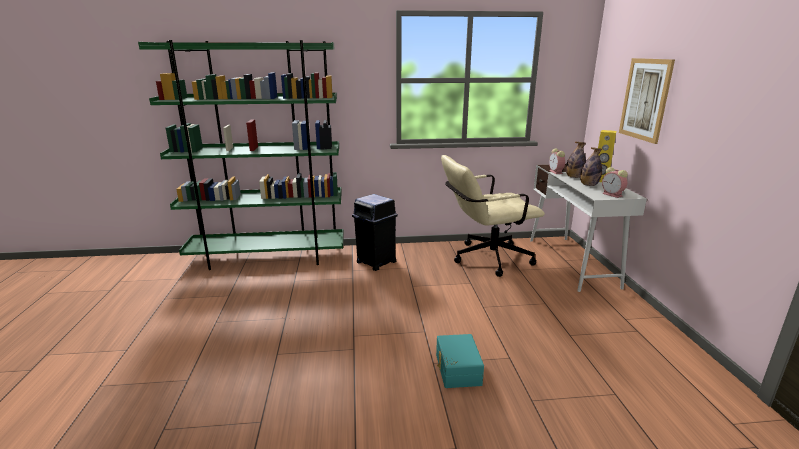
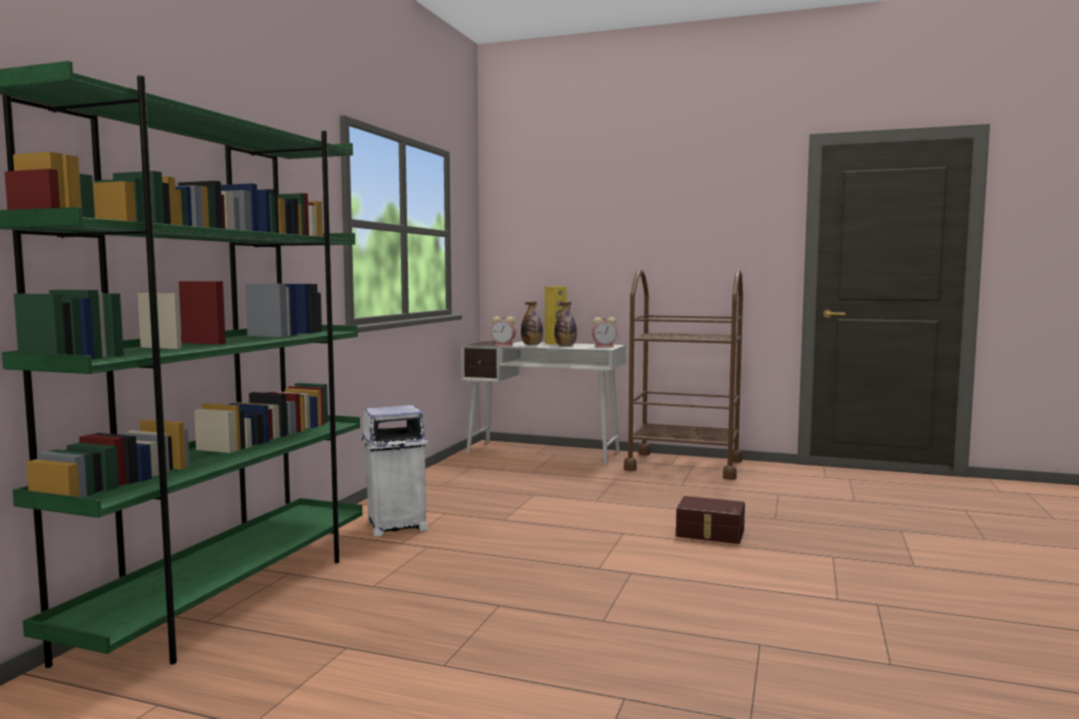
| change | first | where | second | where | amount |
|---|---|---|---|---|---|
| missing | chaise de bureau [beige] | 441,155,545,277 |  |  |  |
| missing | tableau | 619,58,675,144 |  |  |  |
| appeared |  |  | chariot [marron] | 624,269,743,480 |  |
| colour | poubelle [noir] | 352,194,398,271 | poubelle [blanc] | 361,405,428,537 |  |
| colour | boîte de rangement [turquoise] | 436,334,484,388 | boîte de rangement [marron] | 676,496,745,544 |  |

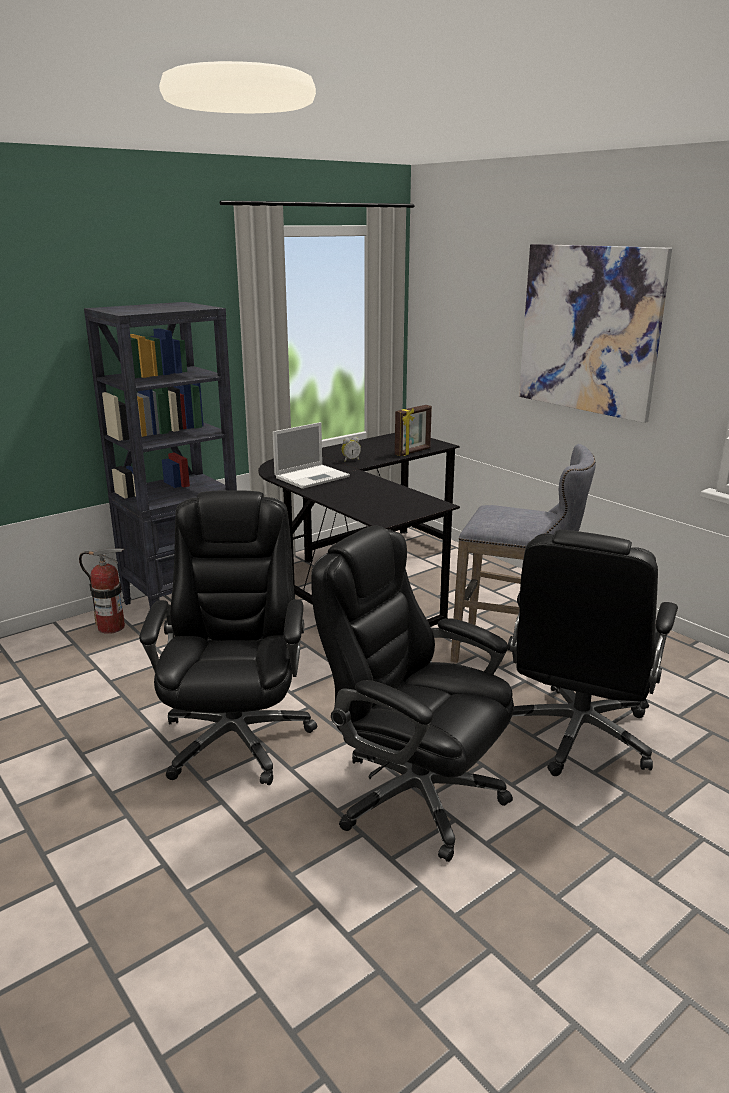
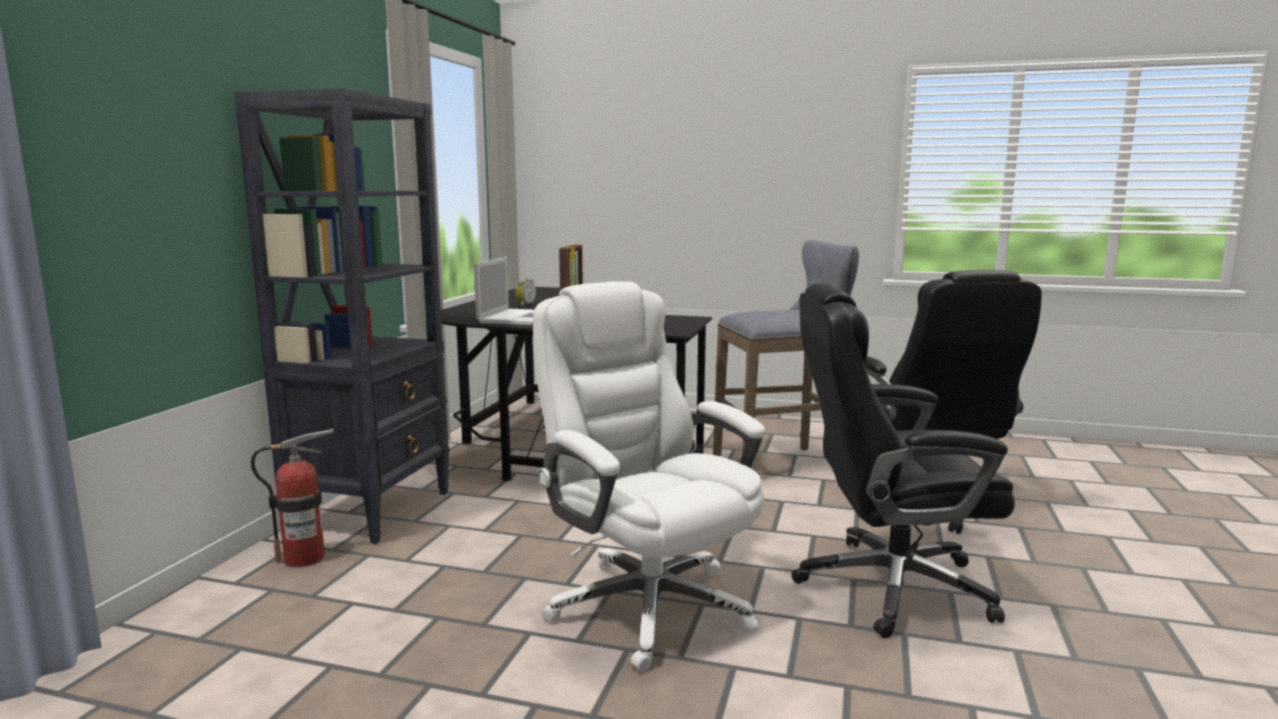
| change | first | where | second | where | amount |
|---|---|---|---|---|---|
| missing | tableau | 519,244,672,423 |  |  |  |
| colour | chaise de bureau [noir] | 139,490,317,785 | chaise de bureau [blanc] | 533,281,765,672 |  |

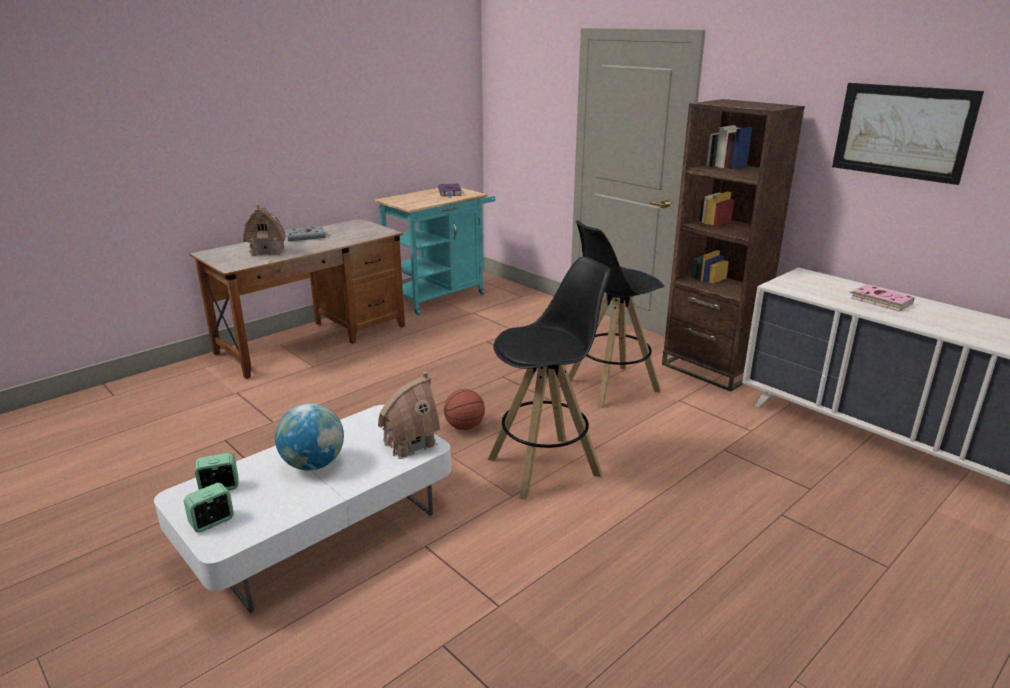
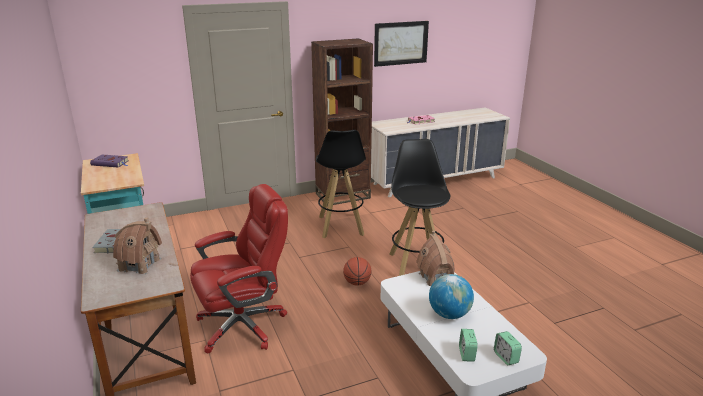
| change | first | where | second | where | amount |
|---|---|---|---|---|---|
| appeared |  |  | chaise de bureau [rouge] | 190,184,288,353 |  |

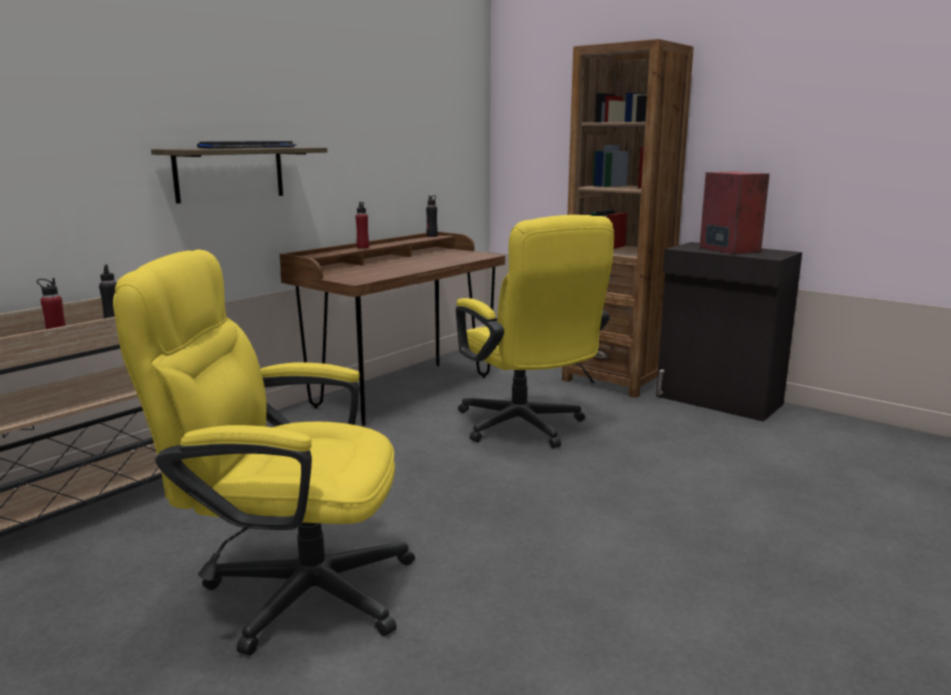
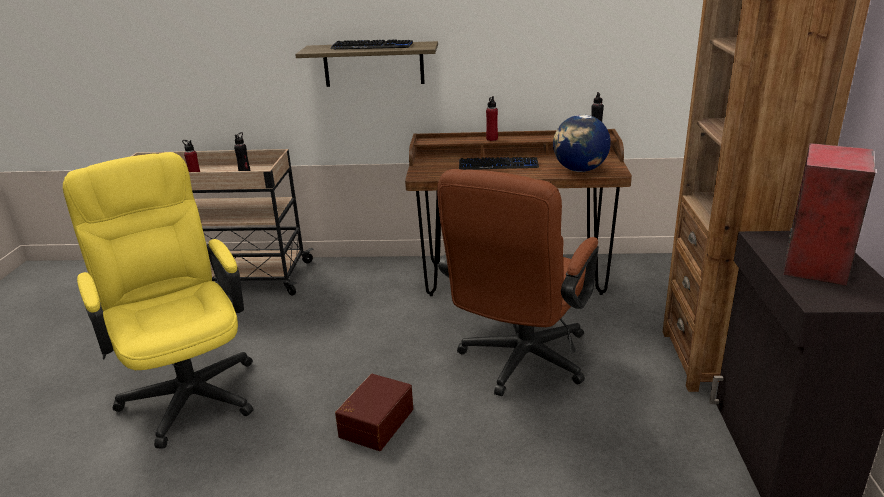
| change | first | where | second | where | amount |
|---|---|---|---|---|---|
| appeared |  |  | boîte de rangement [marron] | 335,374,413,451 |  |
| appeared |  |  | clavier | 459,157,539,170 |  |
| appeared |  |  | globe | 553,115,611,172 |  |
| colour | chaise de bureau [jaune] | 456,215,614,448 | chaise de bureau [marron] | 437,169,599,396 |  |

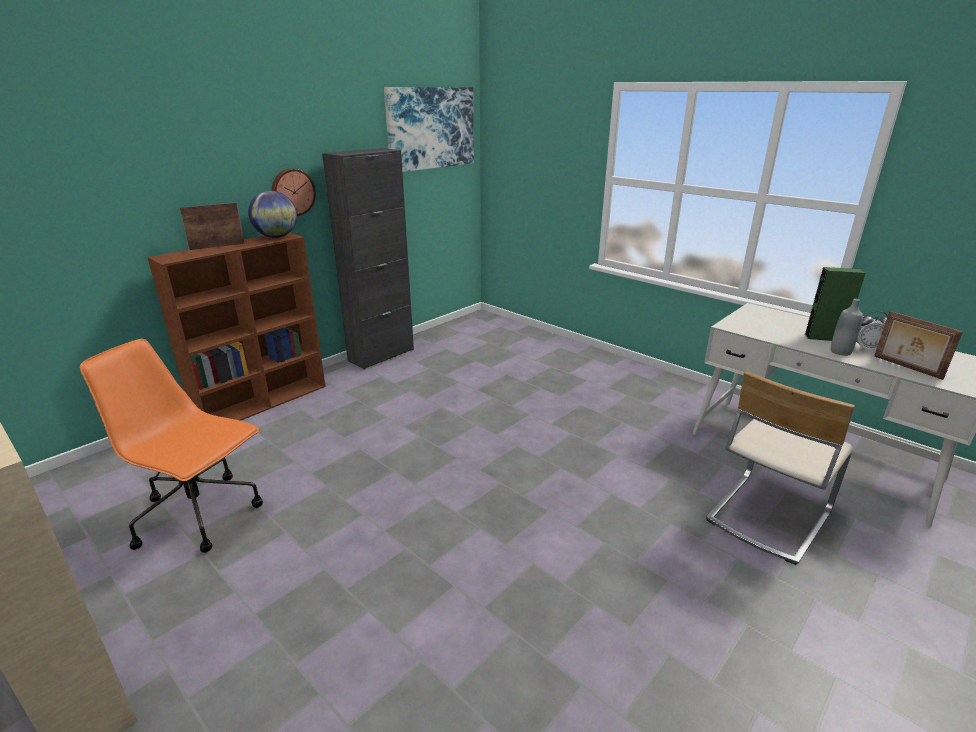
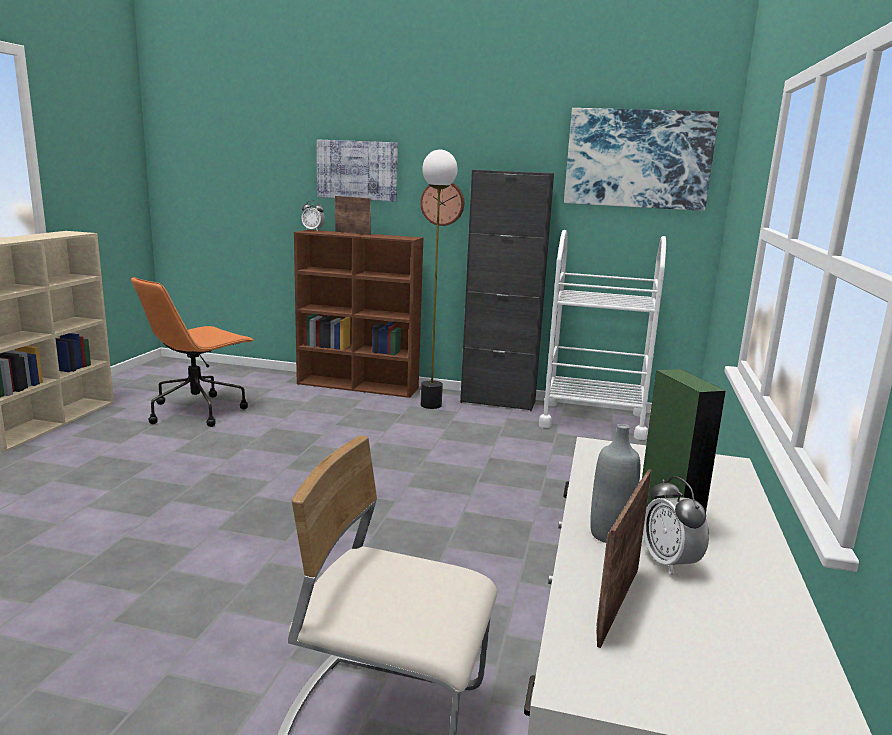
| change | first | where | second | where | amount |
|---|---|---|---|---|---|
| missing | globe | 248,191,297,238 |  |  |  |
| appeared |  |  | réveil | 301,200,325,231 |  |
| appeared |  |  | tableau | 317,139,398,201 |  |
| appeared |  |  | lampadaire | 421,149,458,409 |  |
| appeared |  |  | chariot [blanc] | 539,230,666,440 |  |
| spun | chaise de bureau [orange] | 80,339,263,553 |  | 131,277,254,427 | 135 degrees counterclockwise |

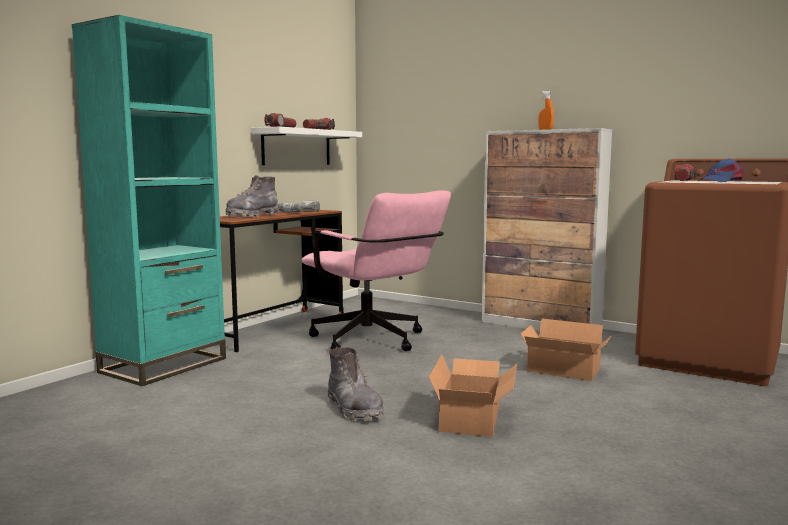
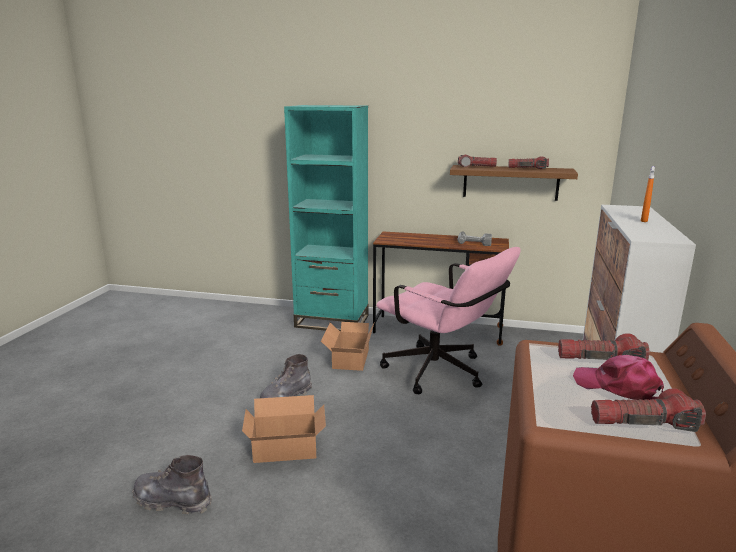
| change | first | where | second | where | amount |
|---|---|---|---|---|---|
| appeared |  |  | lampe de poche | 591,388,706,432 |  |
| relocated | botte [gris] | 225,175,279,217 |  | 132,455,212,514 |  |
| relocated | carton | 520,318,612,381 |  | 321,322,374,371 |  |
| colour | étagère [blanc] | 251,127,362,165 | étagère [marron] | 450,165,578,201 |  |
| colour | casquette [bleu] | 698,159,744,182 | casquette [rose] | 573,355,664,400 |  |
| spun | chaise de bureau [rose] | 301,190,451,351 |  | 376,247,521,394 | 75 degrees counterclockwise |

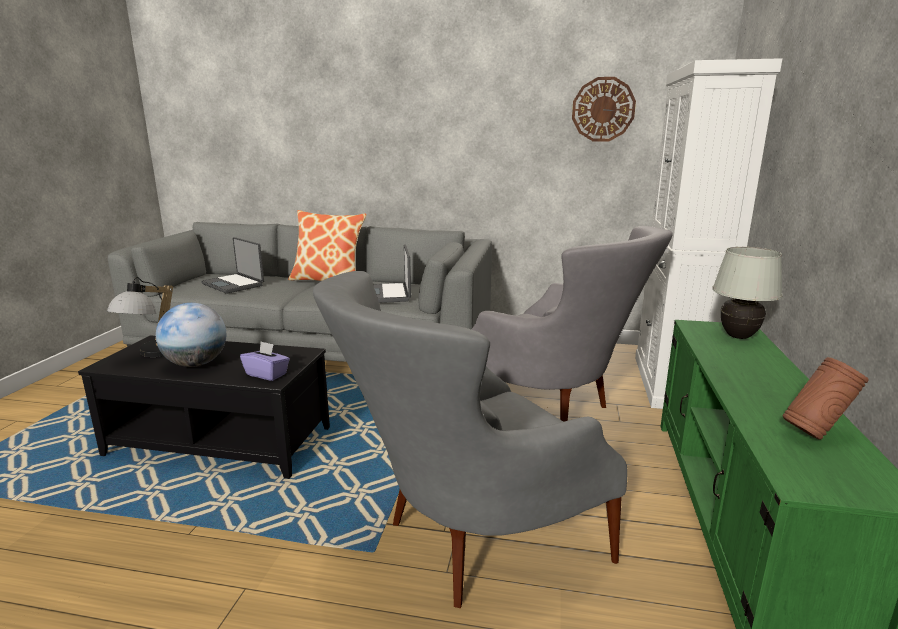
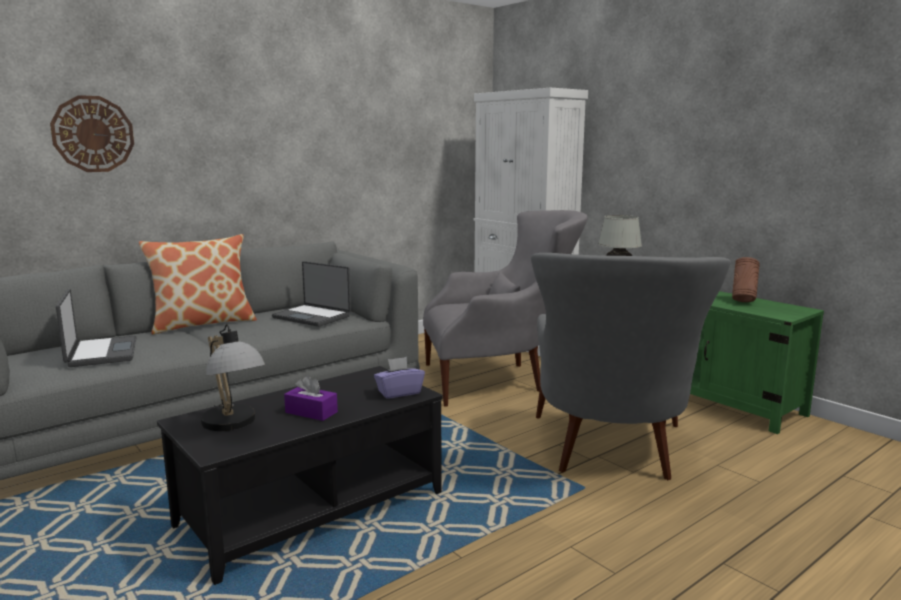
| change | first | where | second | where | amount |
|---|---|---|---|---|---|
| relocated | horloge murale | 572,77,636,141 |  | 50,95,134,172 |  |
| exchanged | globe | 156,303,226,367 | boîte à mouchoirs [violet] | 284,375,338,421 |  |
| spun | ordinateur portable | 201,237,264,294 |  | 56,289,136,367 | 105 degrees counterclockwise |

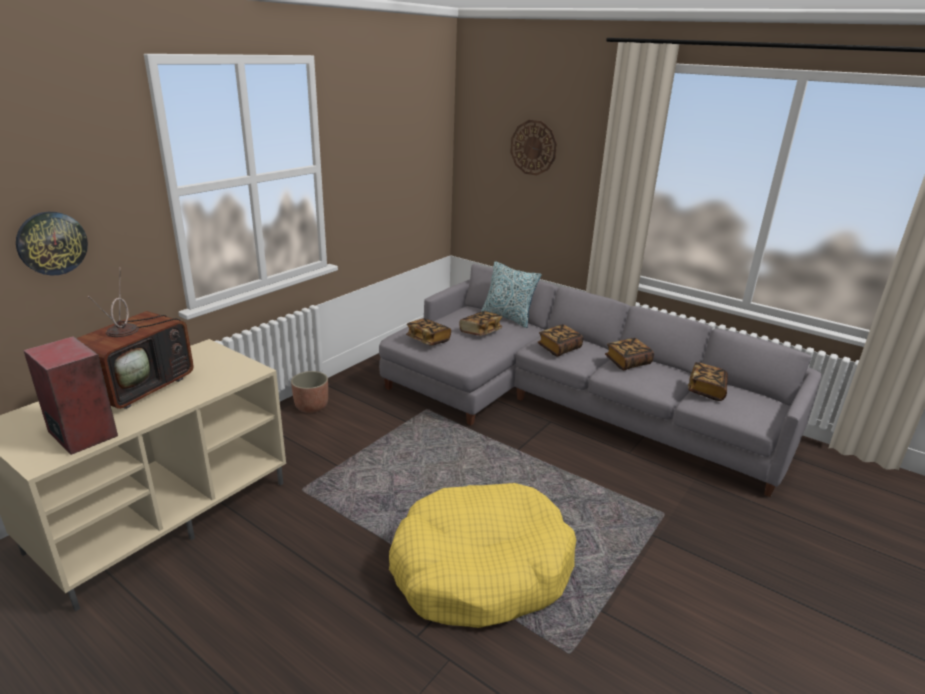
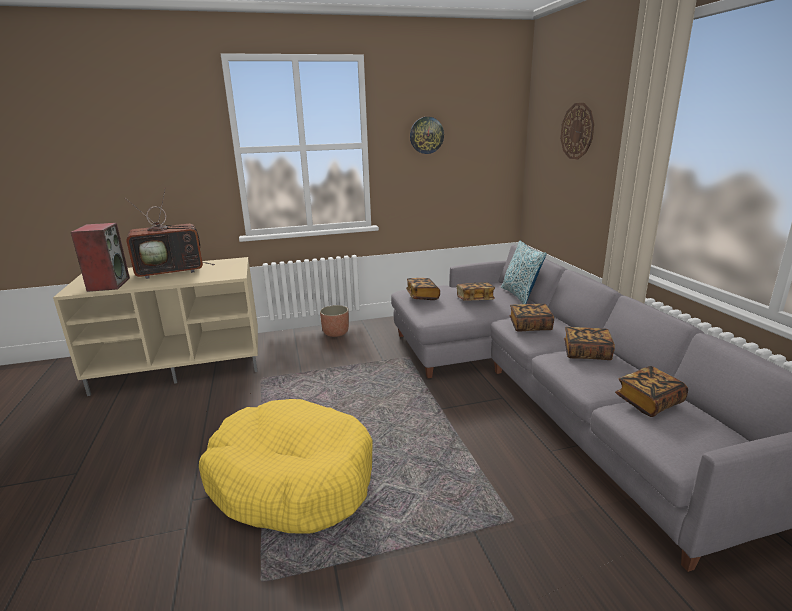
| change | first | where | second | where | amount |
|---|---|---|---|---|---|
| relocated | horloge murale | 16,212,88,276 |  | 410,117,444,154 |  |

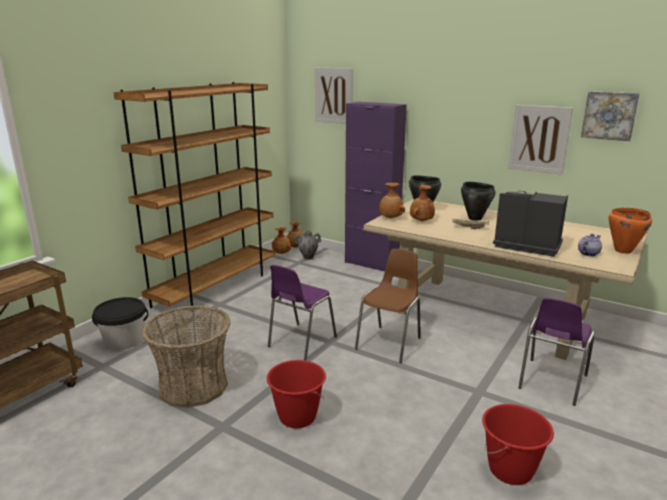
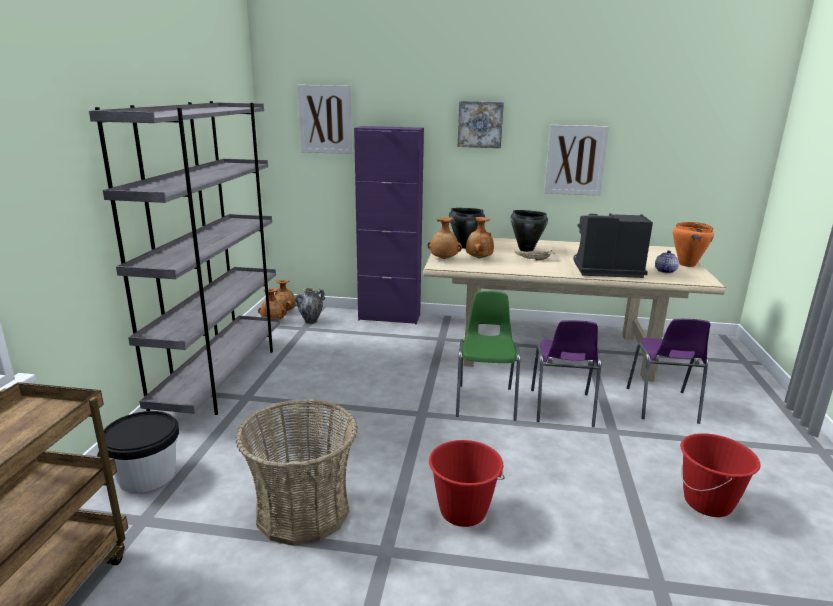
| change | first | where | second | where | amount |
|---|---|---|---|---|---|
| relocated | chaise [violet] | 268,265,337,360 |  | 531,320,601,427 |  |
| relocated | tableau | 581,91,640,141 |  | 458,101,504,148 |  |
| colour | bibliothèque [marron] | 114,82,275,311 | bibliothèque [gris] | 89,101,280,415 |  |
| colour | chaise [marron] | 355,249,421,363 | chaise [vert] | 456,291,520,420 |  |

